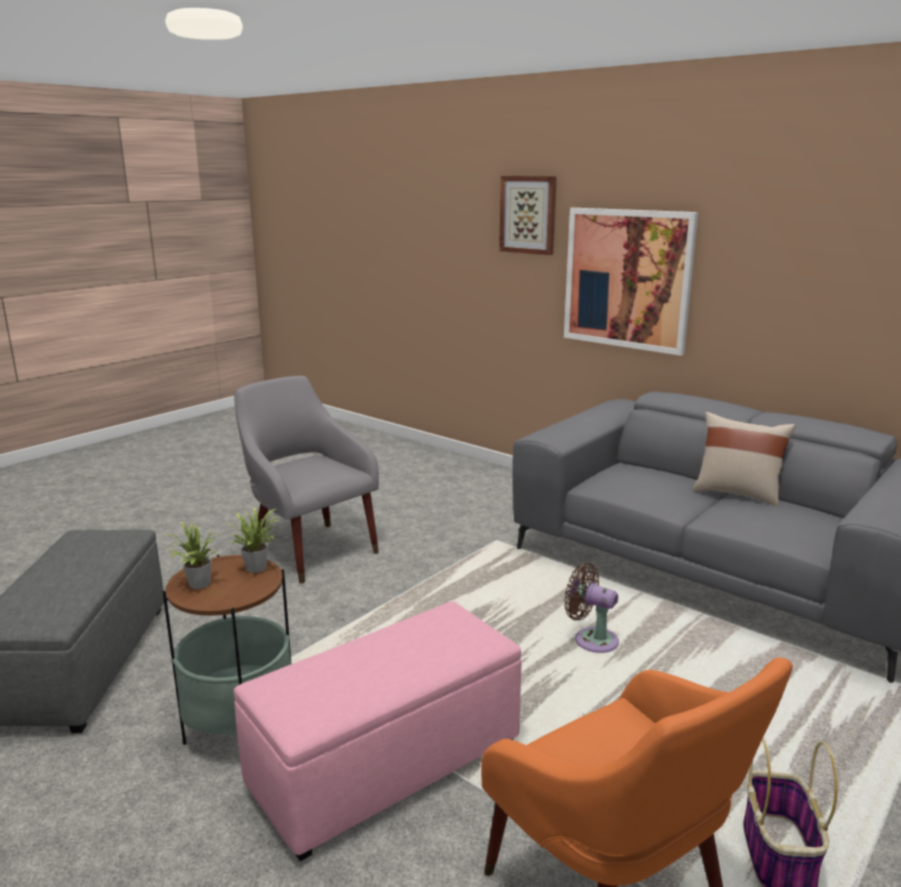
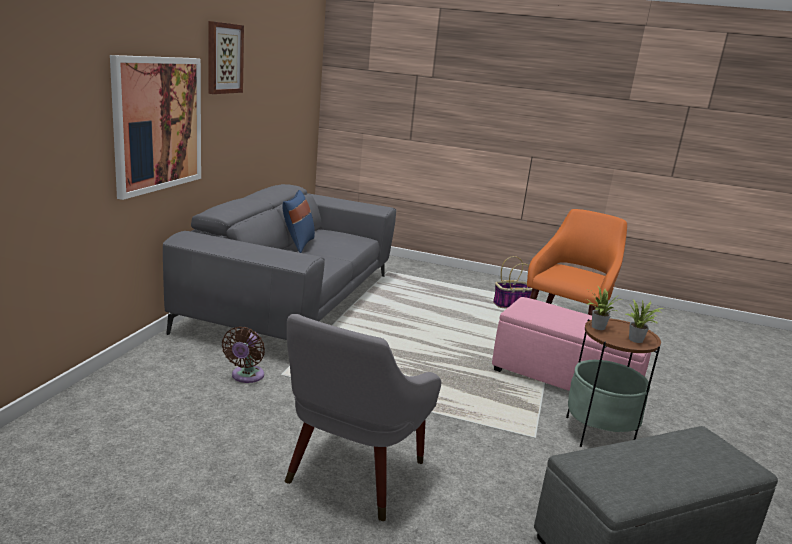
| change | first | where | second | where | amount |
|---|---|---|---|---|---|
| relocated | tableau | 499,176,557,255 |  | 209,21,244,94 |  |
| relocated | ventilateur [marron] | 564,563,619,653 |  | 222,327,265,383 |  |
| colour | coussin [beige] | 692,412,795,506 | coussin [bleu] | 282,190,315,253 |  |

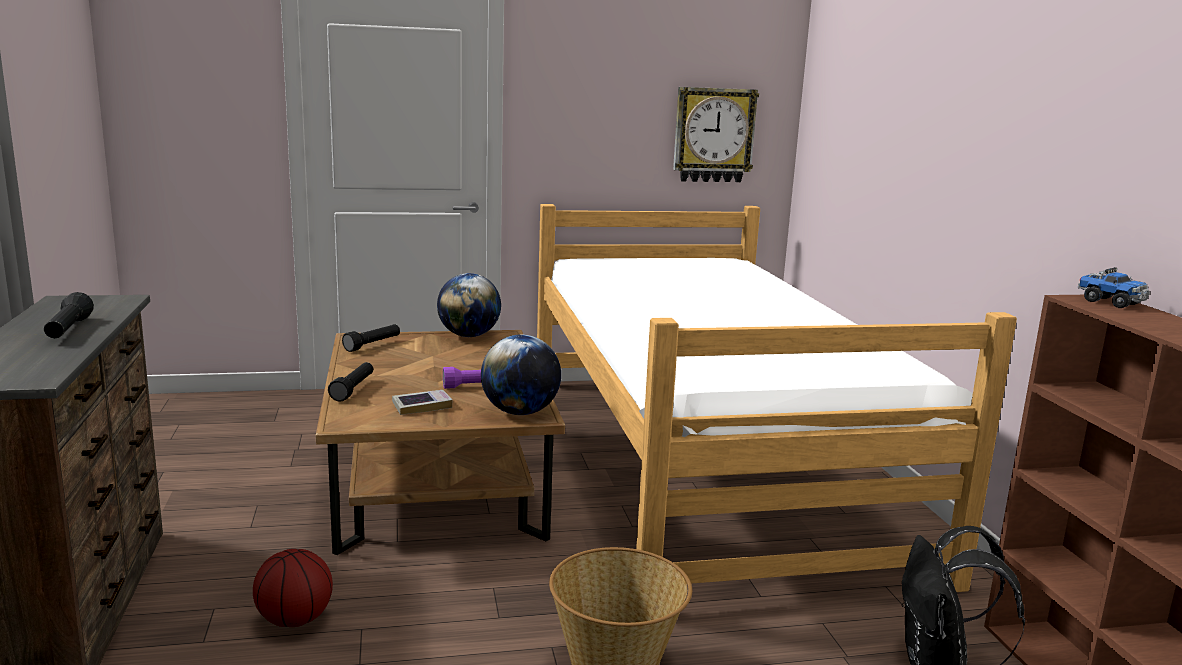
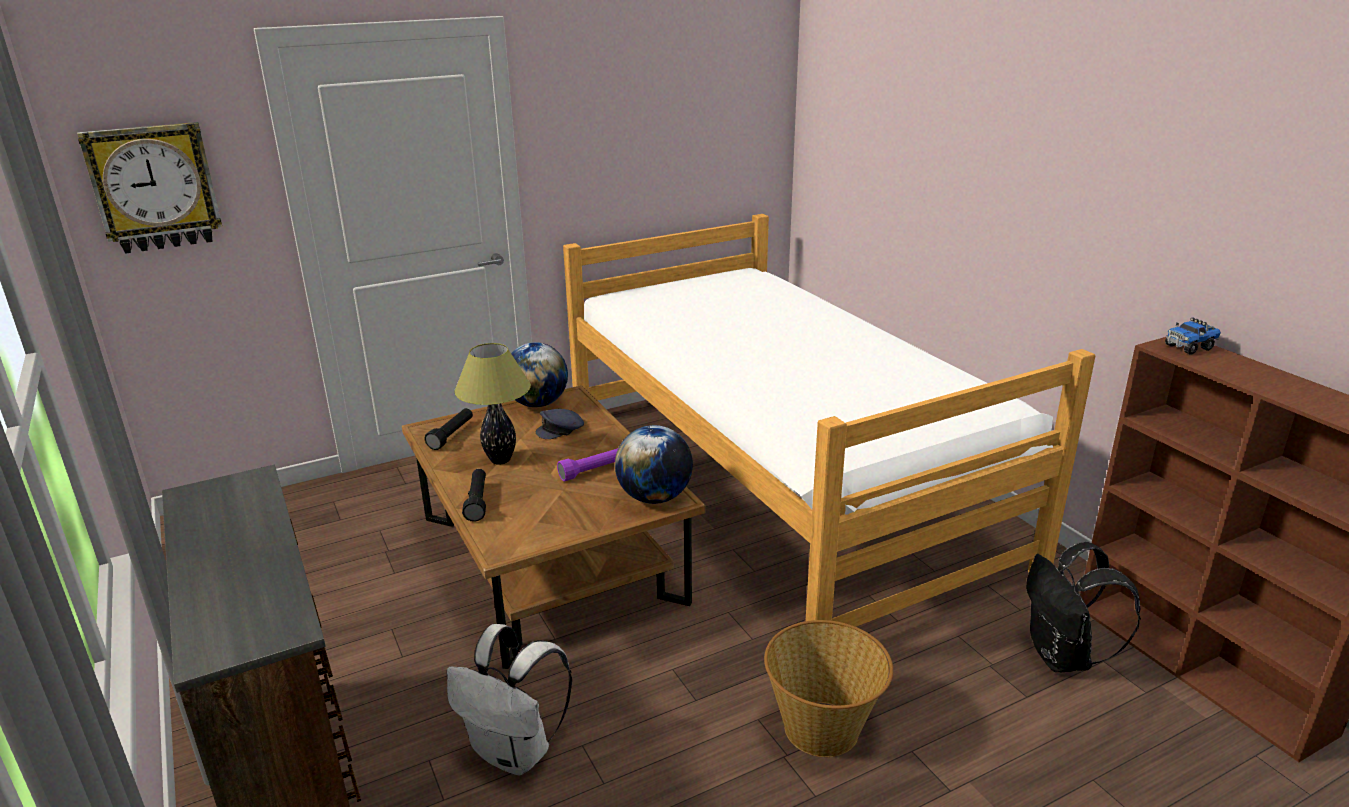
| change | first | where | second | where | amount |
|---|---|---|---|---|---|
| missing | lampe de poche [noir] | 44,292,94,338 |  |  |  |
| missing | livre | 392,390,453,415 |  |  |  |
| appeared |  |  | lampe de table | 454,343,531,465 |  |
| appeared |  |  | casquette [gris] | 536,409,584,439 |  |
| relocated | horloge murale | 673,87,759,182 |  | 77,122,222,254 |  |
| exchanged | ballon de basket | 253,549,333,627 | sac à dos [blanc] | 447,624,572,775 |  |
| spun | camion jouet | 1078,267,1150,308 |  | 1165,317,1221,355 | 120 degrees clockwise |

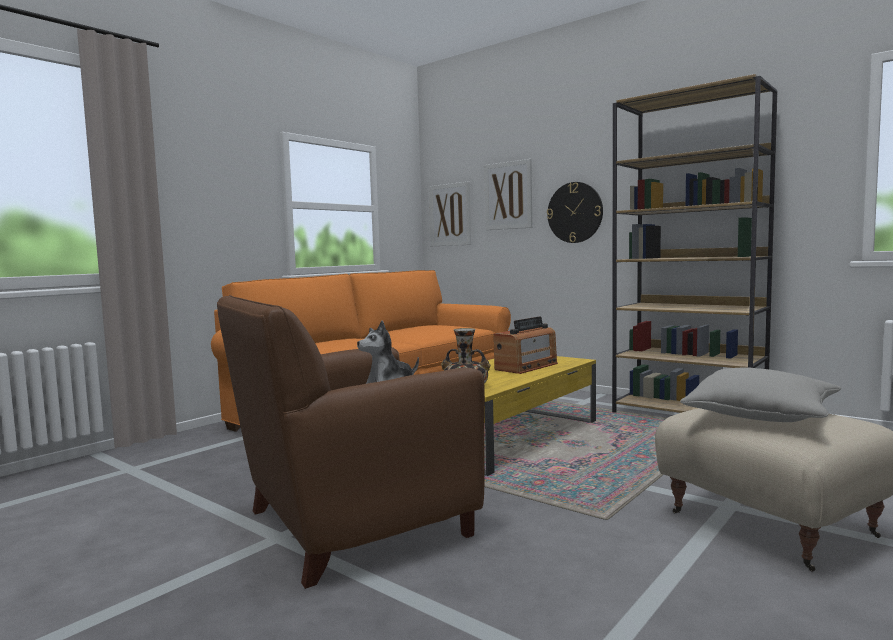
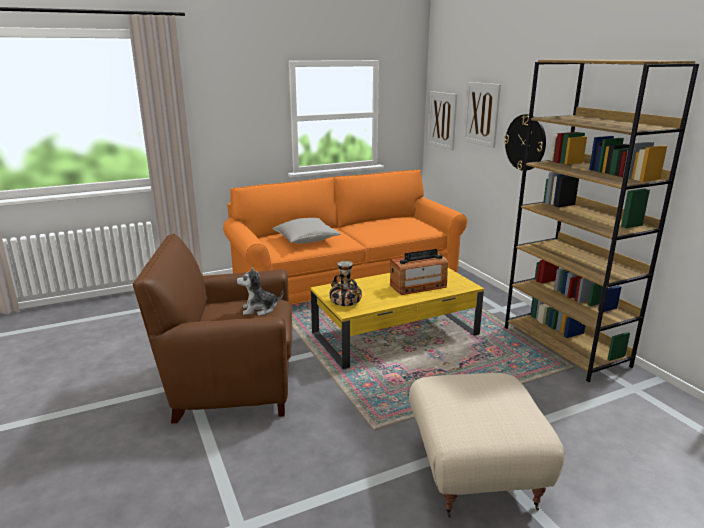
| change | first | where | second | where | amount |
|---|---|---|---|---|---|
| relocated | coussin [gris] | 680,367,841,422 |  | 272,218,341,244 |  |

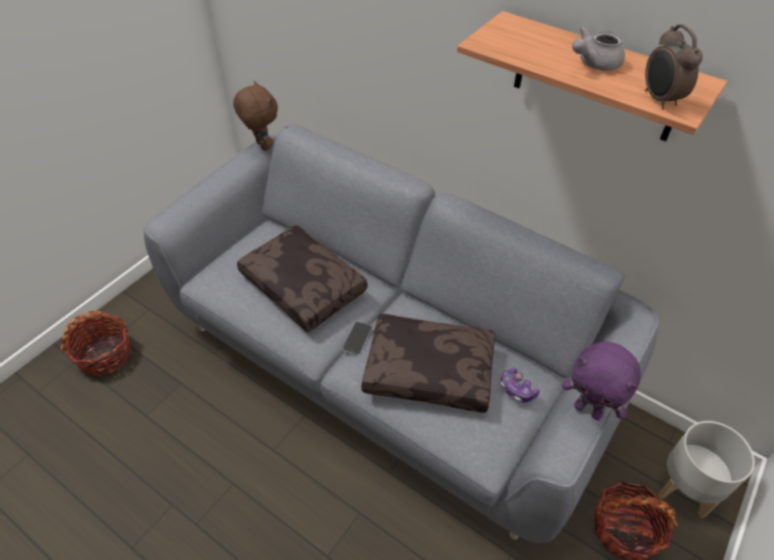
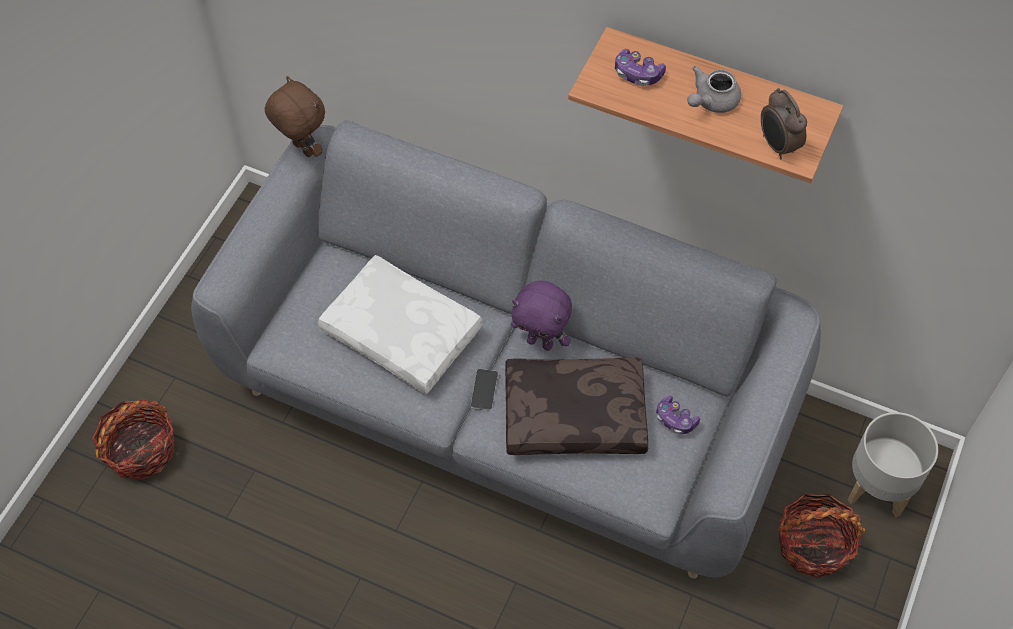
| change | first | where | second | where | amount |
|---|---|---|---|---|---|
| appeared |  |  | manette | 615,49,666,86 |  |
| relocated | peluche [violet] | 562,342,641,420 |  | 511,281,572,351 |  |
| colour | coussin [marron] | 237,225,368,333 | coussin [blanc] | 318,255,483,394 |  |

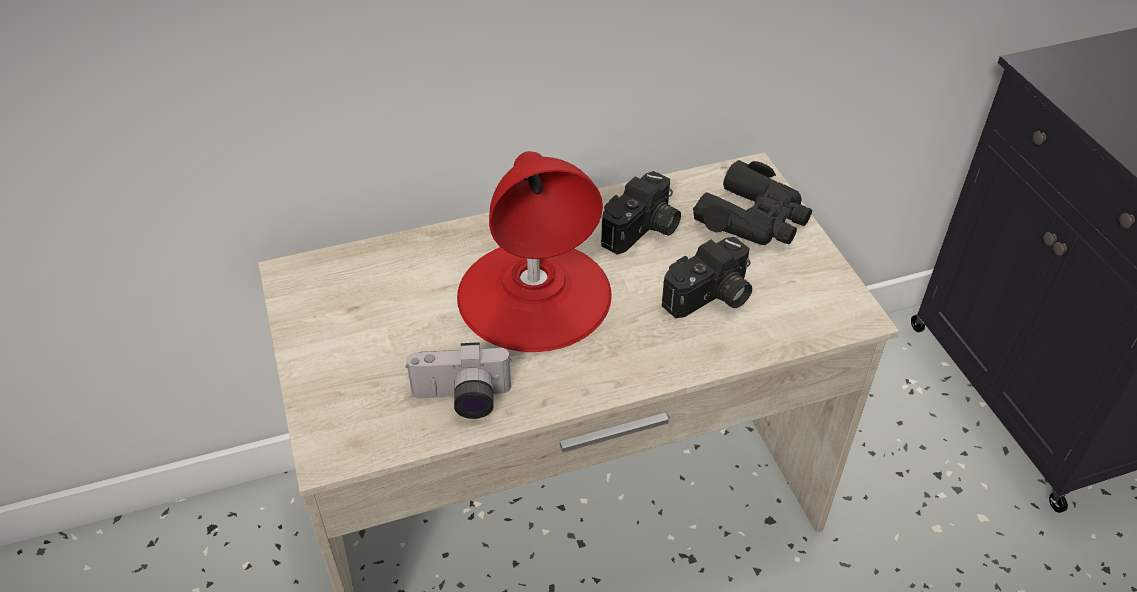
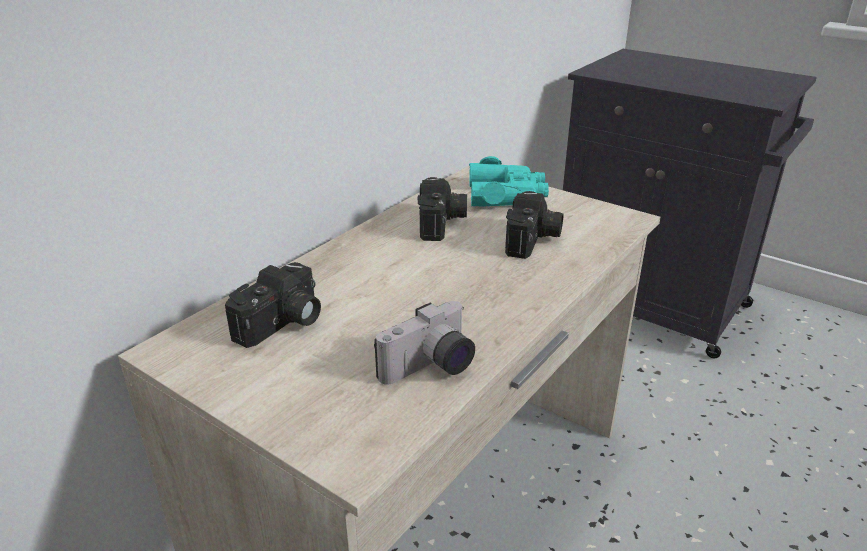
| change | first | where | second | where | amount |
|---|---|---|---|---|---|
| missing | lampe de table [rouge] | 457,151,612,352 |  |  |  |
| appeared |  |  | appareil photo | 225,262,321,348 |  |
| colour | jumelles [noir] | 693,160,812,245 | jumelles [turquoise] | 469,156,549,206 |  |

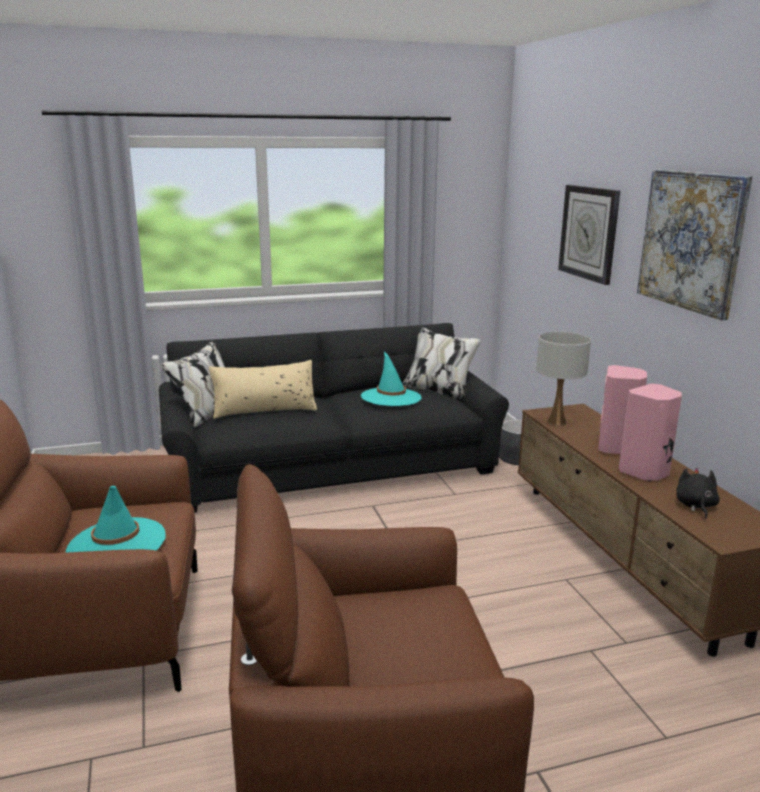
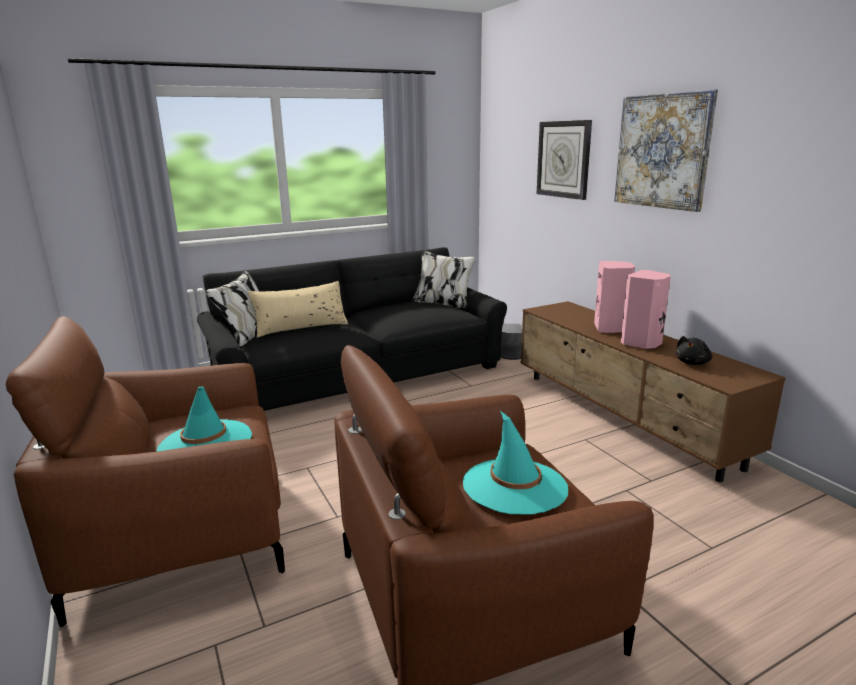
| change | first | where | second | where | amount |
|---|---|---|---|---|---|
| missing | lampe de table [blanc] | 536,331,591,426 |  |  |  |
| relocated | chapeau [turquoise] | 361,352,422,406 |  | 463,411,568,515 |  |
| spun | peluche [noir] | 676,468,720,519 |  | 676,336,712,365 | 135 degrees counterclockwise |

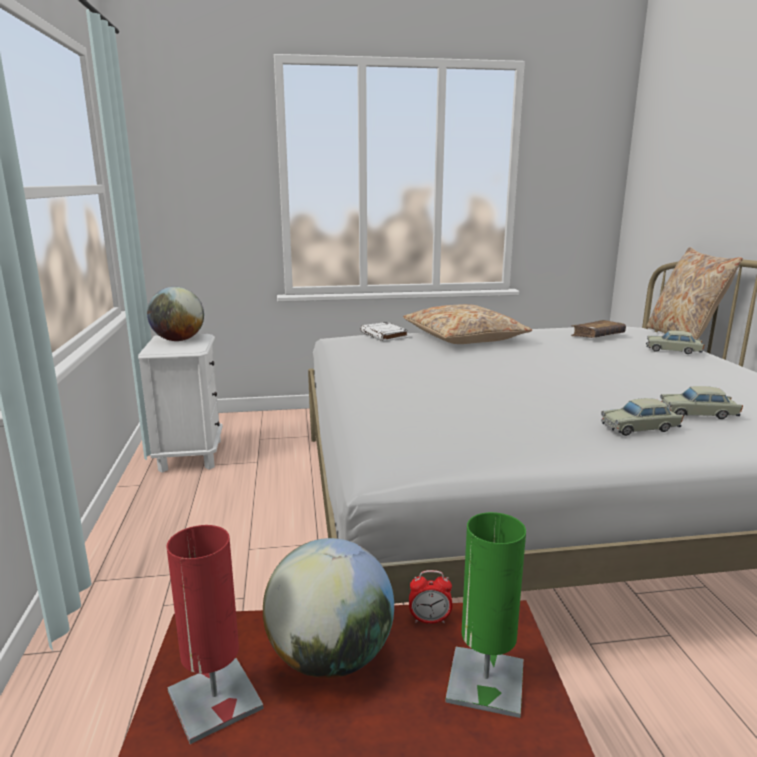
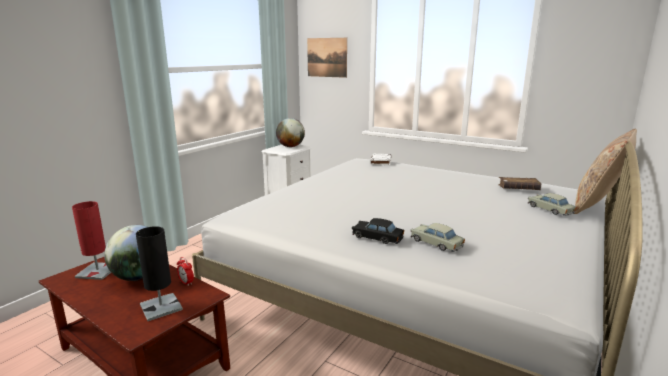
| change | first | where | second | where | amount |
|---|---|---|---|---|---|
| missing | coussin [beige] | 403,304,532,344 |  |  |  |
| appeared |  |  | tableau | 307,38,347,78 |  |
| colour | lampe de table [vert] | 445,512,526,718 | lampe de table [noir] | 136,226,183,321 |  |
| colour | petite voiture [beige] | 601,398,683,436 | petite voiture [noir] | 352,218,404,244 |  |

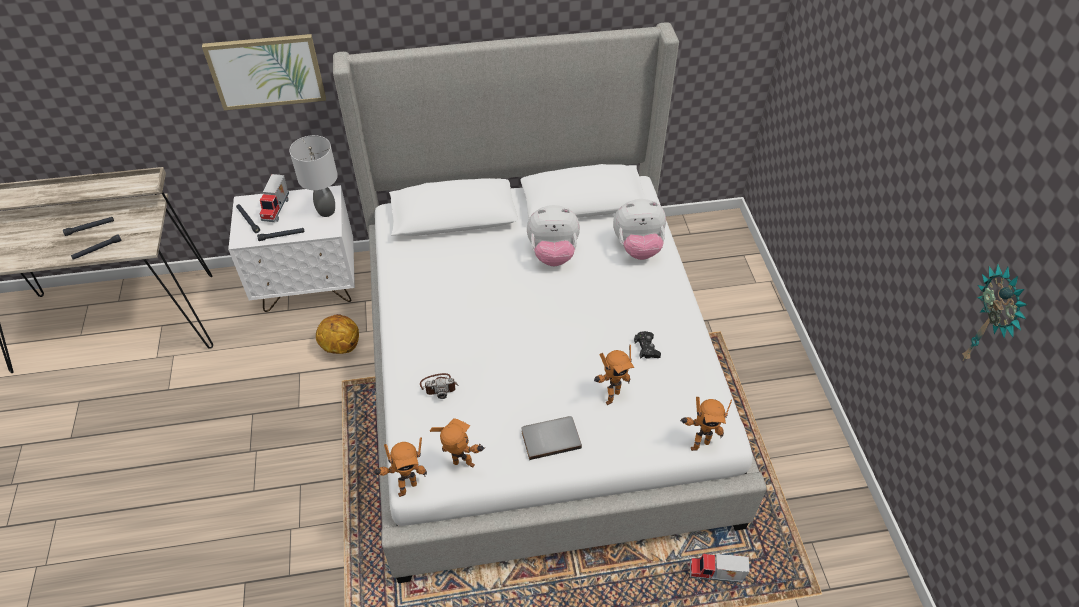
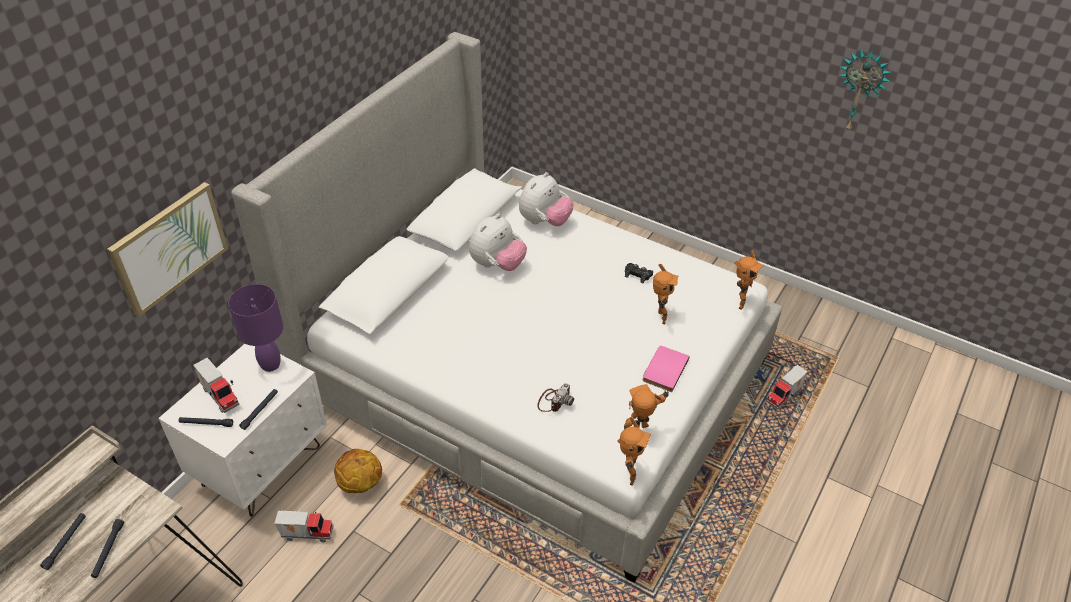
| change | first | where | second | where | amount |
|---|---|---|---|---|---|
| appeared |  |  | camion jouet | 274,511,333,543 |  |
| colour | lampe de table [gris] | 289,135,338,217 | lampe de table [violet] | 228,284,283,372 |  |
| colour | livre [gris] | 521,416,582,460 | livre [rose] | 642,346,689,392 |  |

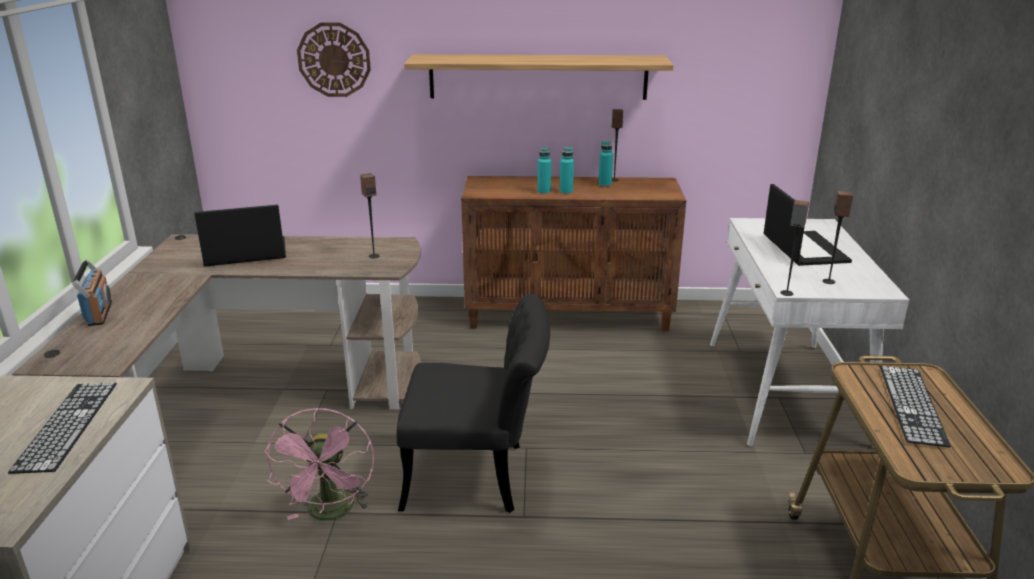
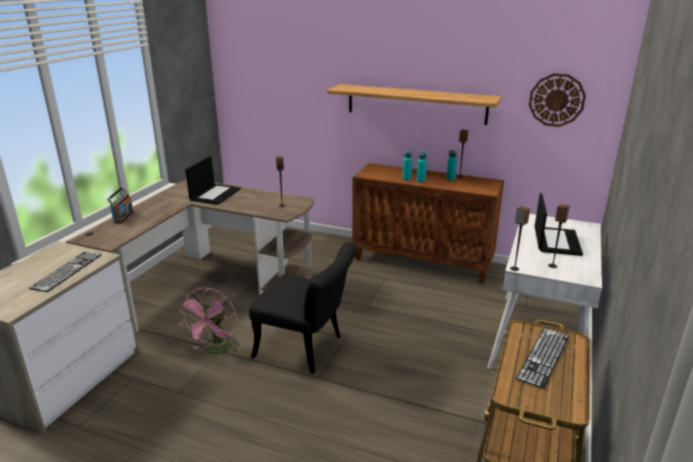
| change | first | where | second | where | amount |
|---|---|---|---|---|---|
| relocated | horloge murale | 297,22,371,97 |  | 529,73,586,127 |  |
| spun | ordinateur portable | 194,205,286,267 |  | 185,156,241,205 | 105 degrees clockwise |

